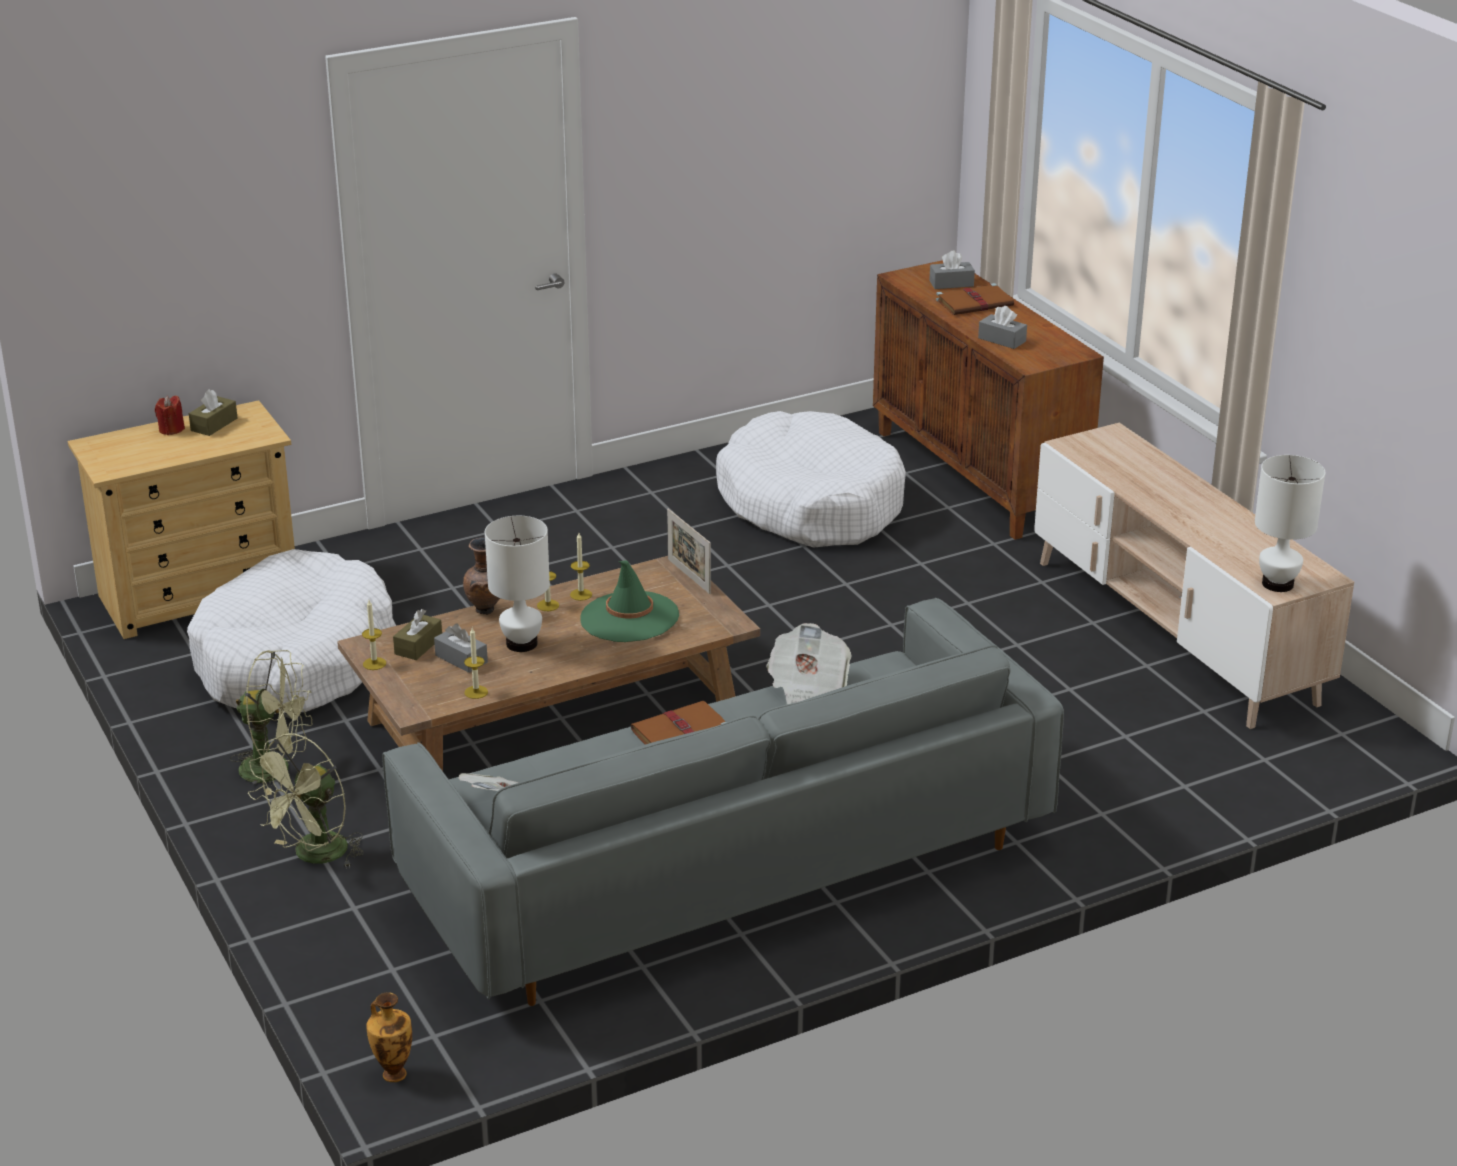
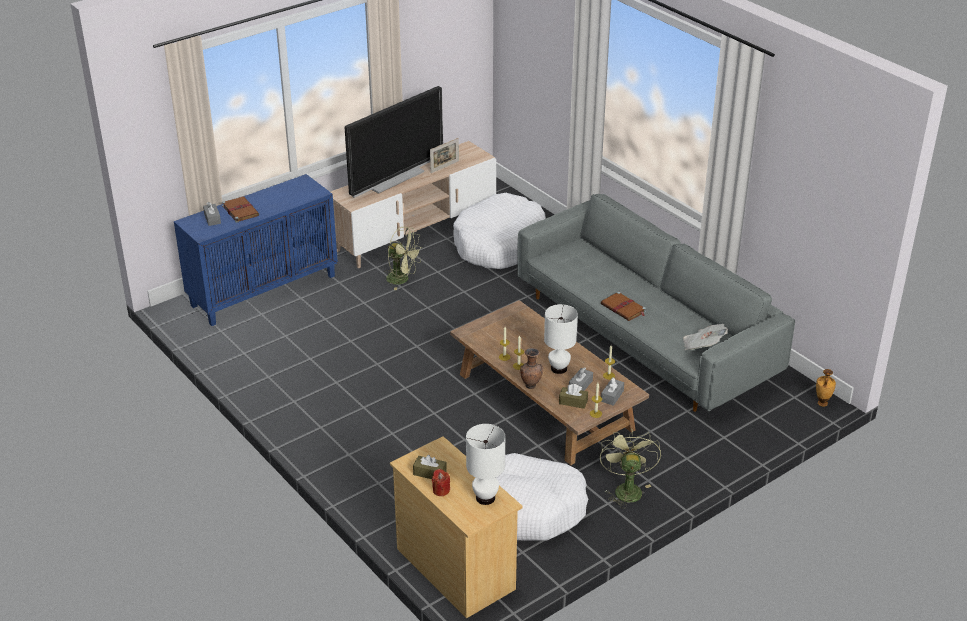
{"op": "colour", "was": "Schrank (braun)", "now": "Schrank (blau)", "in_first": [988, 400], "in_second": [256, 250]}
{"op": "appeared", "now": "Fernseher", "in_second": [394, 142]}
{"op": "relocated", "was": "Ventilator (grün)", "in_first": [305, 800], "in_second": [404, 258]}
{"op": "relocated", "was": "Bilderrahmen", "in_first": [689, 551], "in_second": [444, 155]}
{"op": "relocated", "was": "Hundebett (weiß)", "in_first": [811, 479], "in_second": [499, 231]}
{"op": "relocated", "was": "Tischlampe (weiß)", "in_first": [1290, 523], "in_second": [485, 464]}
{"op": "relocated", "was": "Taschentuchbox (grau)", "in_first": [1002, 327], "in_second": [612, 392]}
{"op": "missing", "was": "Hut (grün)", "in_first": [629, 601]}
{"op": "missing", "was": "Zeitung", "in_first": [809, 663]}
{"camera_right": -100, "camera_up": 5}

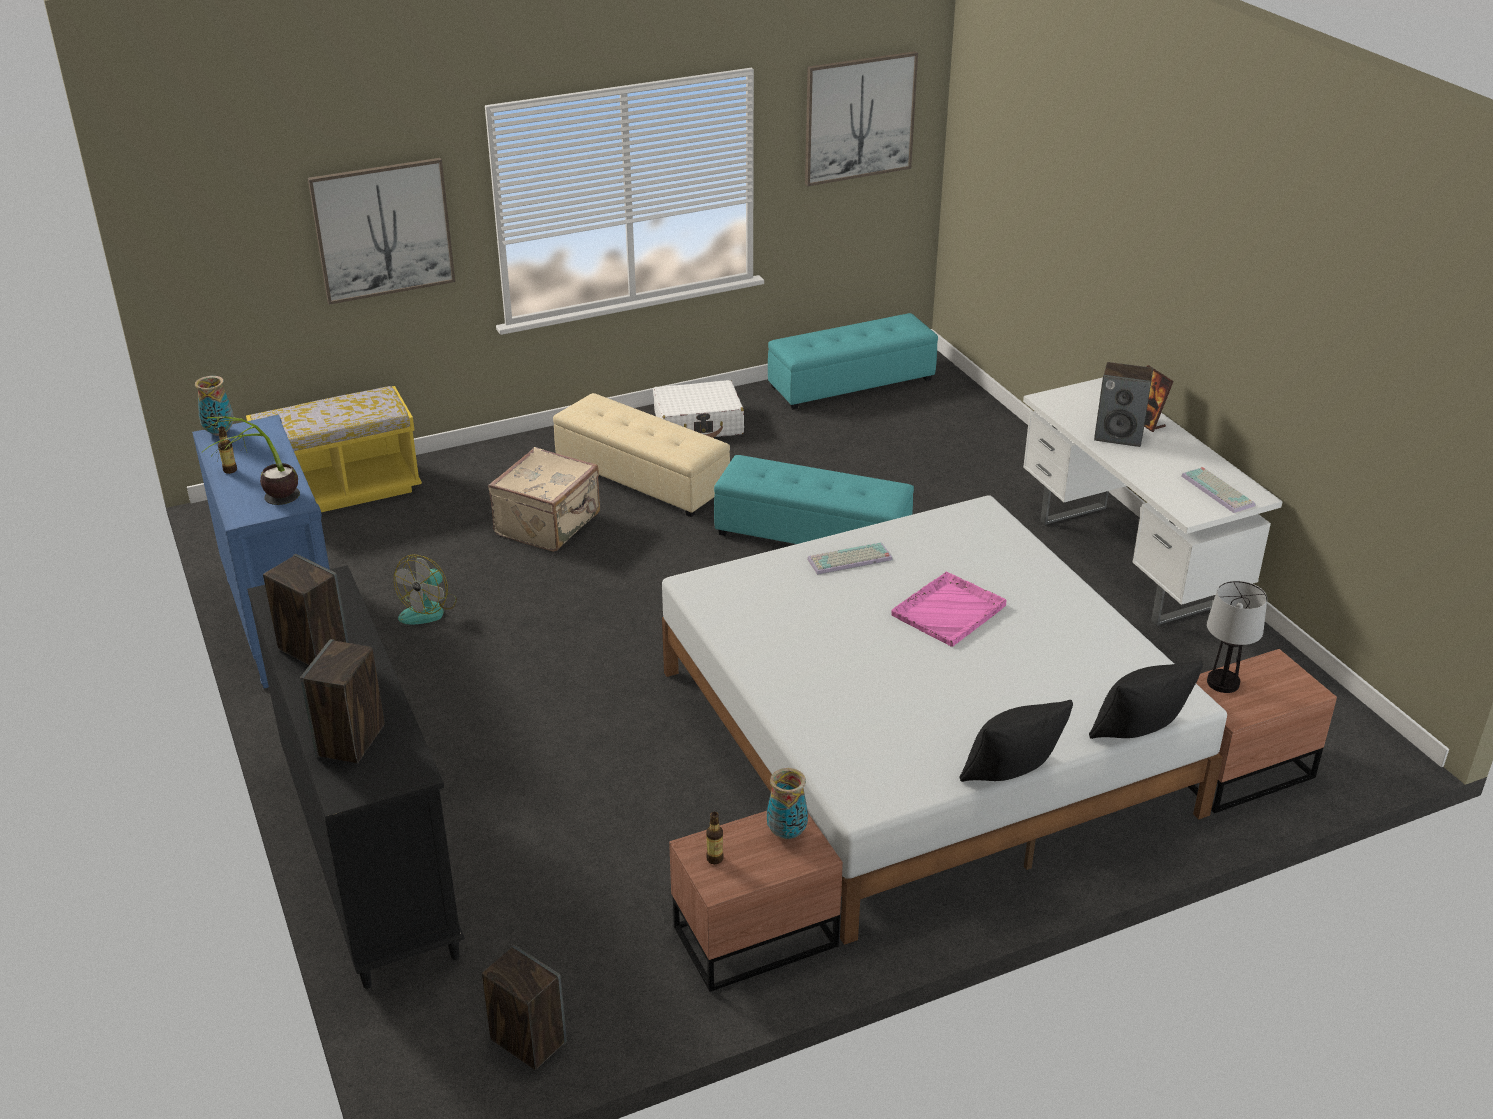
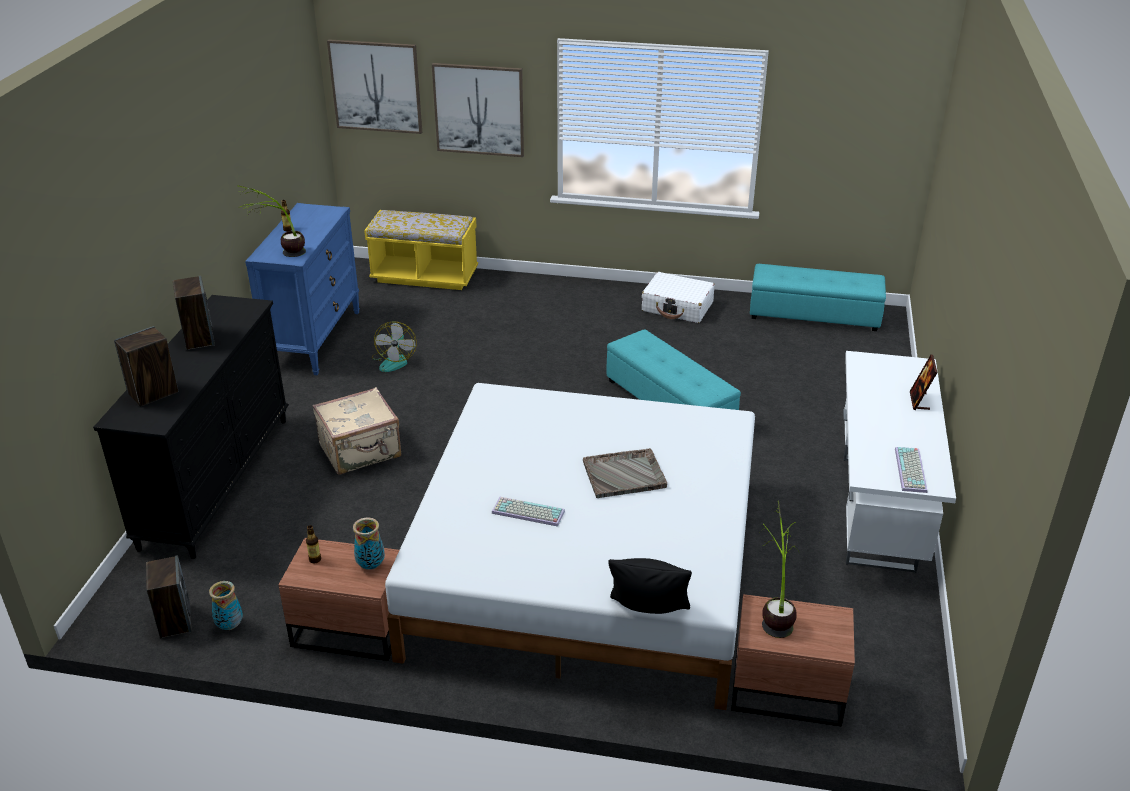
{"op": "relocated", "was": "Vase", "in_first": [214, 406], "in_second": [226, 605]}
{"op": "relocated", "was": "Koffer (beige)", "in_first": [544, 499], "in_second": [356, 431]}
{"op": "relocated", "was": "Bild", "in_first": [861, 118], "in_second": [374, 86]}
{"op": "spun", "was": "Ventilator", "in_first": [425, 589], "in_second": [394, 346], "clockwise": -60}
{"op": "relocated", "was": "Tastatur", "in_first": [850, 558], "in_second": [528, 512]}
{"op": "colour", "was": "Tablett (rosa)", "now": "Tablett (grau)", "in_first": [949, 609], "in_second": [625, 473]}
{"op": "exchanged", "was": "Tischlampe", "now": "Topfpflanze", "in_first": [1237, 637], "in_second": [780, 569]}
{"op": "missing", "was": "Polsterhocker (beige)", "in_first": [641, 455]}
{"op": "missing", "was": "Kissen (schwarz)", "in_first": [1016, 741]}
{"op": "missing", "was": "Lautsprecher", "in_first": [1123, 404]}
{"camera_right": 35, "camera_up": 0}

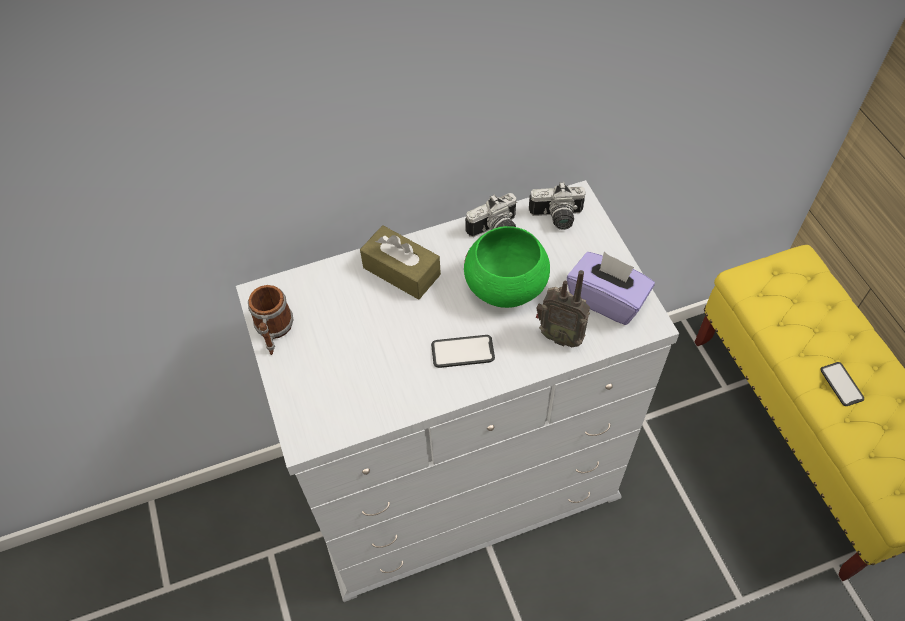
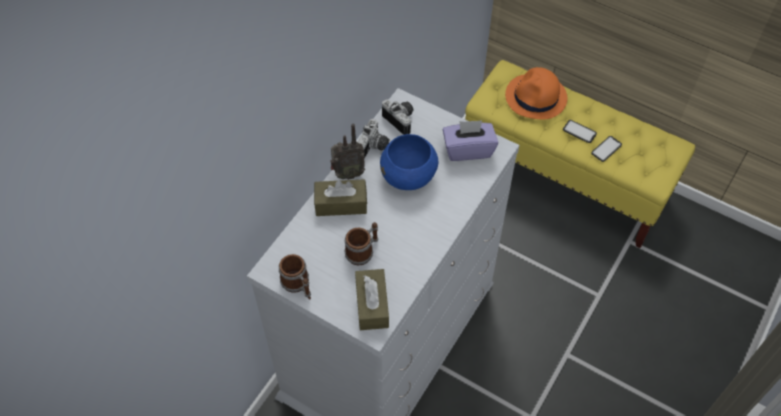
{"op": "relocated", "was": "Radio", "in_first": [563, 308], "in_second": [347, 152]}
{"op": "appeared", "now": "Henkelbecher", "in_second": [361, 244]}
{"op": "appeared", "now": "Taschentuchbox (braun)", "in_second": [372, 299]}
{"op": "colour", "was": "Schüssel (grün)", "now": "Schüssel (blau)", "in_first": [507, 267], "in_second": [409, 162]}
{"op": "spun", "was": "Kamera", "in_first": [557, 206], "in_second": [398, 117], "clockwise": -90}
{"op": "appeared", "now": "Hut (orange)", "in_second": [536, 93]}
{"op": "relocated", "was": "Handy", "in_first": [463, 351], "in_second": [606, 149]}
{"camera_right": -40, "camera_up": 0}

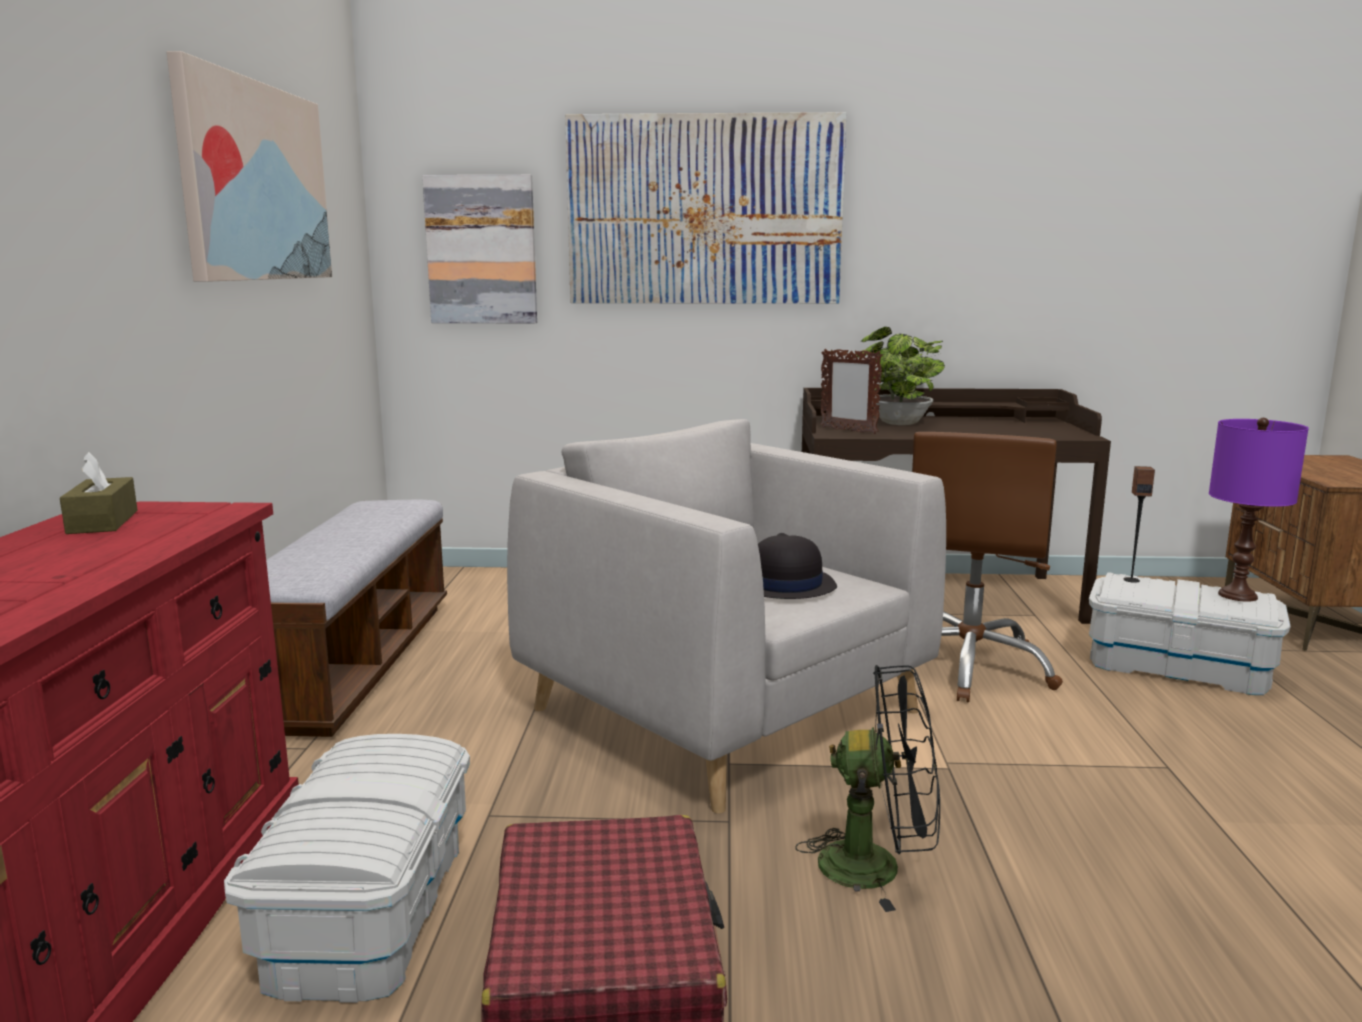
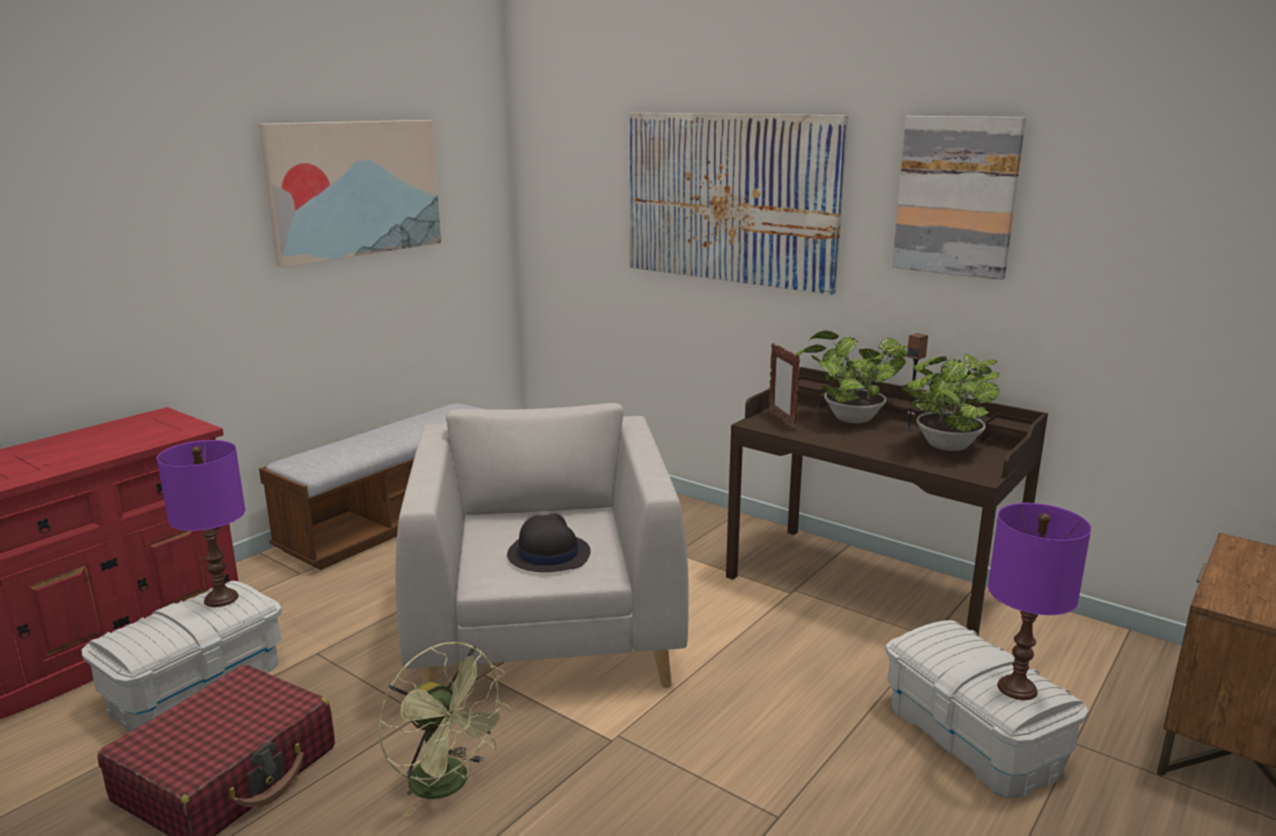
{"op": "appeared", "now": "Tischlampe (lila)", "in_second": [201, 523]}
{"op": "colour", "was": "Ventilator (schwarz)", "now": "Ventilator (grün)", "in_first": [867, 788], "in_second": [445, 729]}
{"op": "relocated", "was": "Bild", "in_first": [479, 249], "in_second": [959, 198]}
{"op": "appeared", "now": "Topfpflanze", "in_second": [950, 402]}
{"op": "relocated", "was": "Lautsprecher", "in_first": [1139, 524], "in_second": [915, 382]}
{"op": "missing", "was": "Taschentuchbox (braun)", "in_first": [99, 493]}
{"op": "missing", "was": "Bürostuhl (braun)", "in_first": [987, 567]}
{"camera_right": 35, "camera_up": 5}

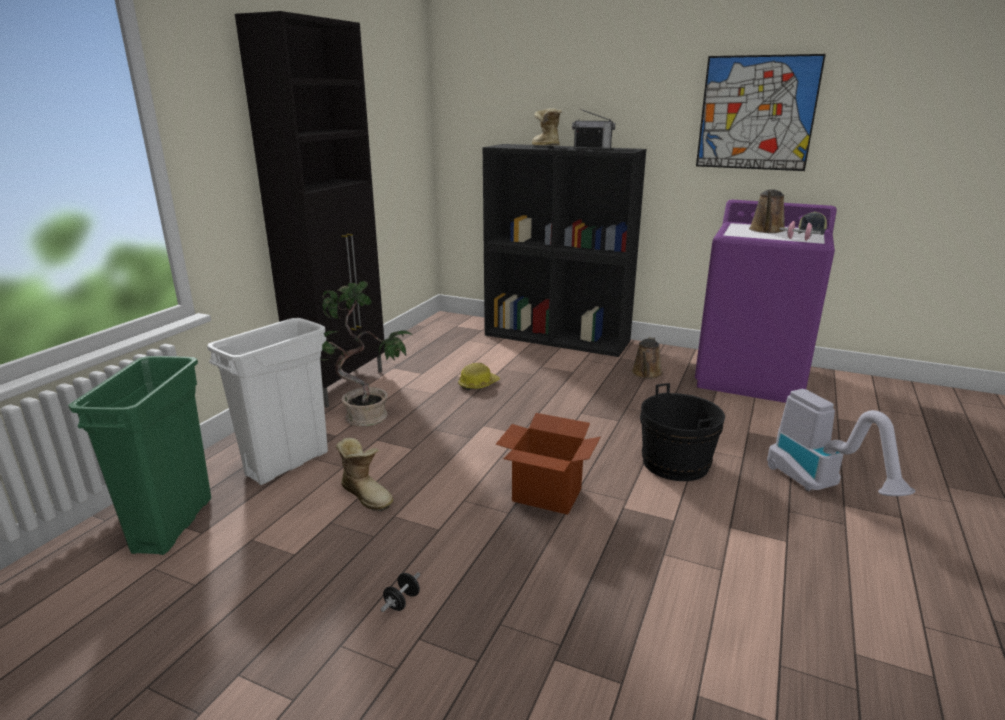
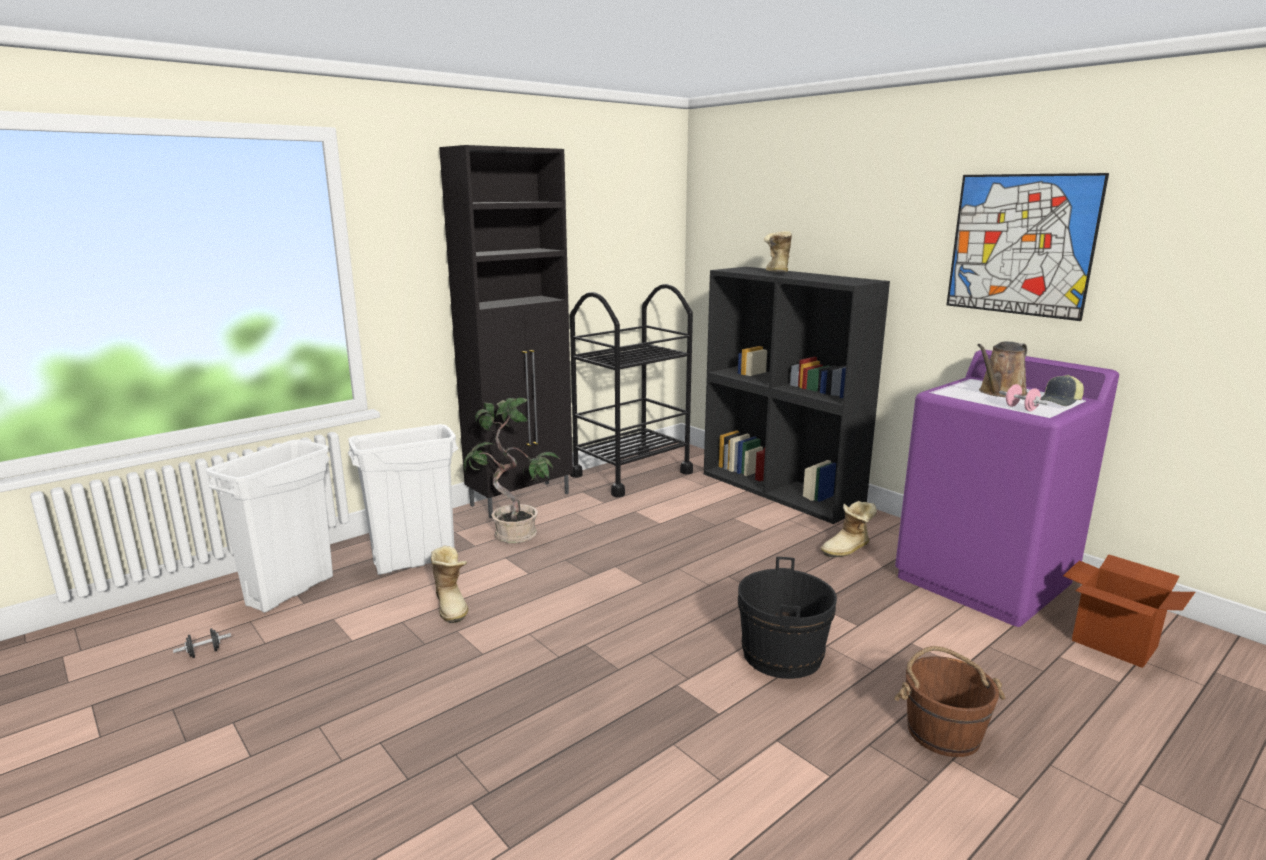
{"op": "relocated", "was": "Hantel (schwarz)", "in_first": [400, 592], "in_second": [202, 643]}
{"op": "colour", "was": "Mülleimer (grün)", "now": "Mülleimer (weiß)", "in_first": [139, 455], "in_second": [269, 526]}
{"op": "appeared", "now": "Rollwagen (schwarz)", "in_second": [631, 391]}
{"op": "exchanged", "was": "Gießkanne (braun)", "now": "Stiefel", "in_first": [647, 358], "in_second": [849, 529]}
{"op": "exchanged", "was": "Staubsauger", "now": "Eimer (braun)", "in_first": [841, 442], "in_second": [949, 701]}
{"op": "relocated", "was": "Karton", "in_first": [548, 464], "in_second": [1129, 611]}
{"op": "missing", "was": "Schutzhelm", "in_first": [479, 376]}
{"op": "missing", "was": "Radio", "in_first": [593, 129]}
{"camera_right": 25, "camera_up": -5}

